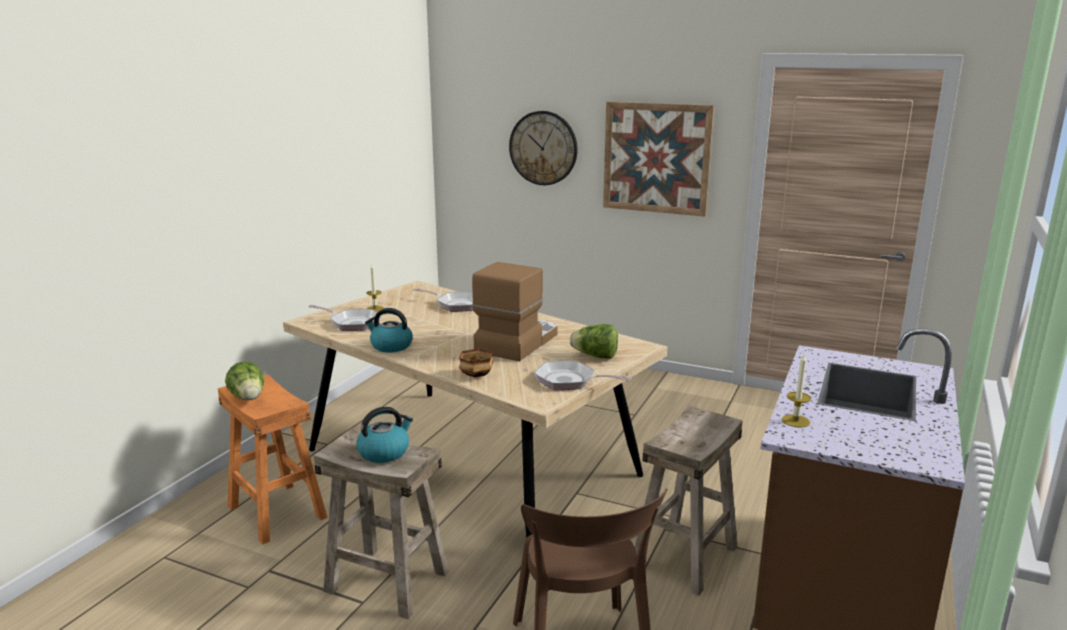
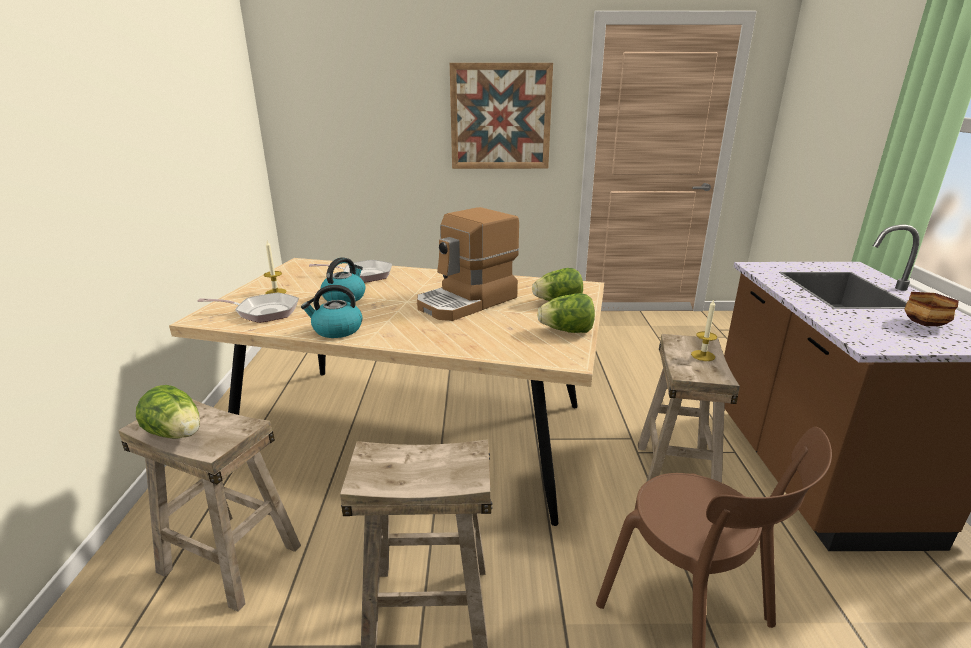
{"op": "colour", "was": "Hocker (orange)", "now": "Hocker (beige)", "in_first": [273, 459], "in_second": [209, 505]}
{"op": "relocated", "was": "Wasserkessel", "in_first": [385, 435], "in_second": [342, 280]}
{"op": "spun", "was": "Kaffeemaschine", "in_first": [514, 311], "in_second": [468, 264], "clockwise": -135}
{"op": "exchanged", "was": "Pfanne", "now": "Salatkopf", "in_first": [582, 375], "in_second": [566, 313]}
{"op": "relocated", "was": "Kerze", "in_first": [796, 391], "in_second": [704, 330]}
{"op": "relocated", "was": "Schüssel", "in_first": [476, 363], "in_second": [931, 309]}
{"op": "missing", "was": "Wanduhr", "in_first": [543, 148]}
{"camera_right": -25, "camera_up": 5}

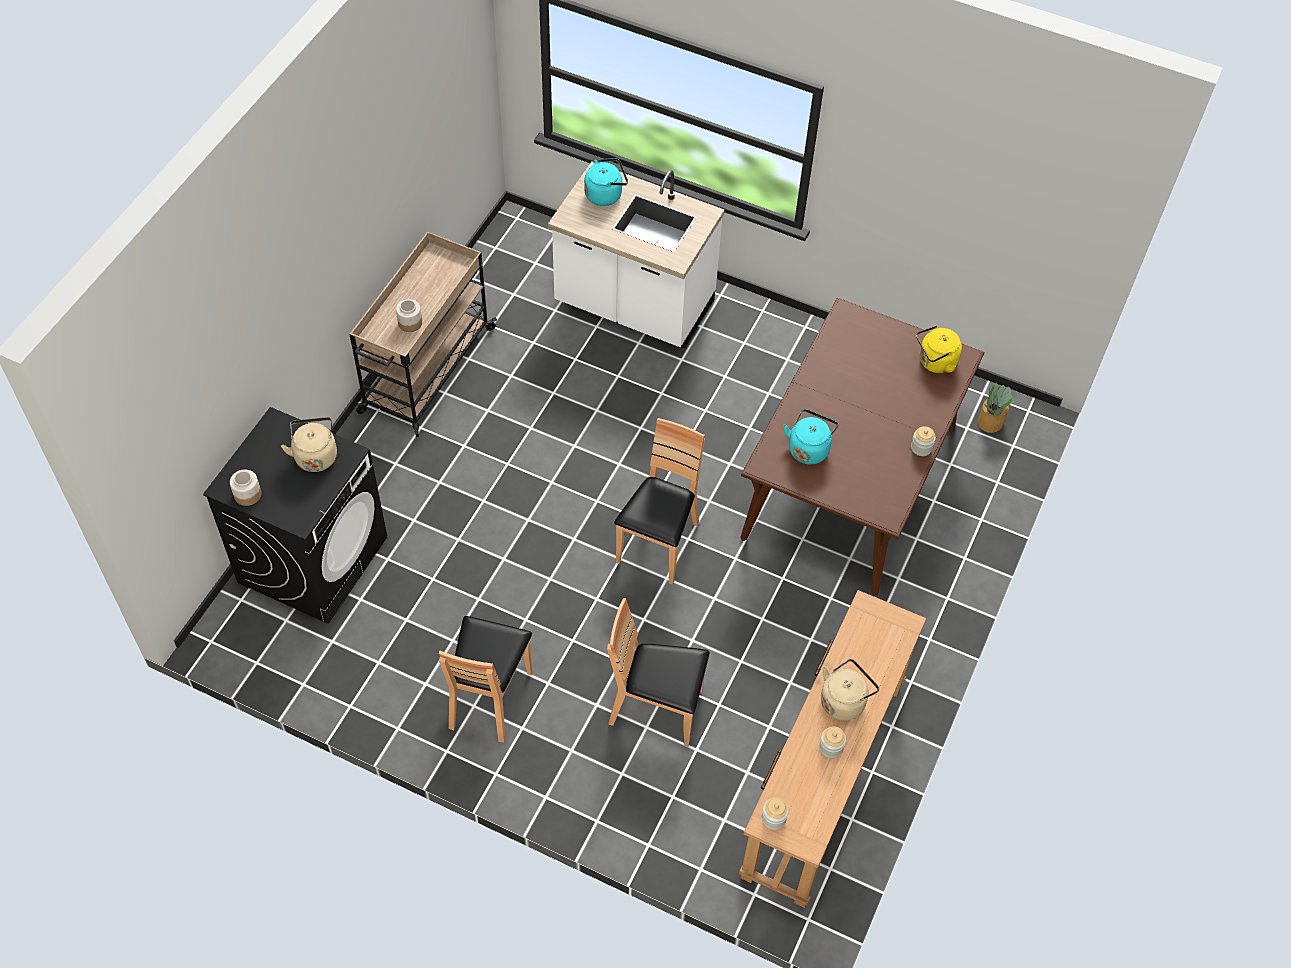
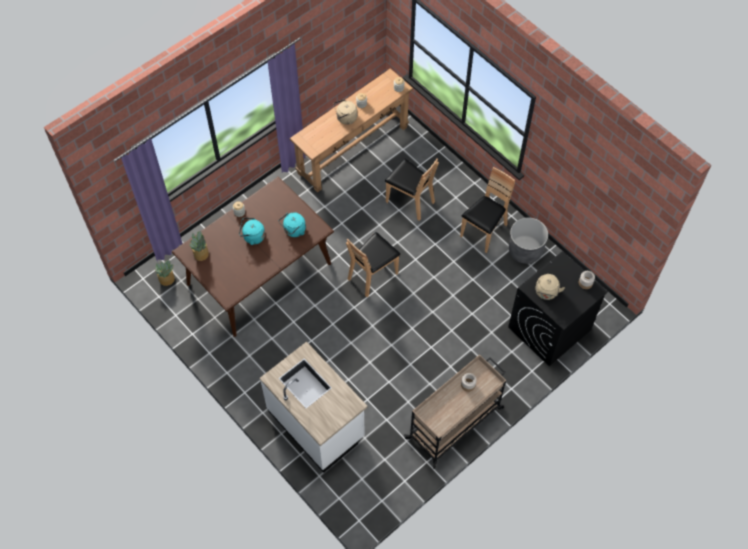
{"op": "exchanged", "was": "Wasserkessel (gelb)", "now": "Topfpflanze", "in_first": [939, 349], "in_second": [199, 246]}
{"op": "relocated", "was": "Wasserkessel (türkis)", "in_first": [606, 182], "in_second": [252, 231]}
{"op": "appeared", "now": "Pflanzkübel (grau)", "in_second": [528, 241]}
{"camera_right": -155, "camera_up": 5}

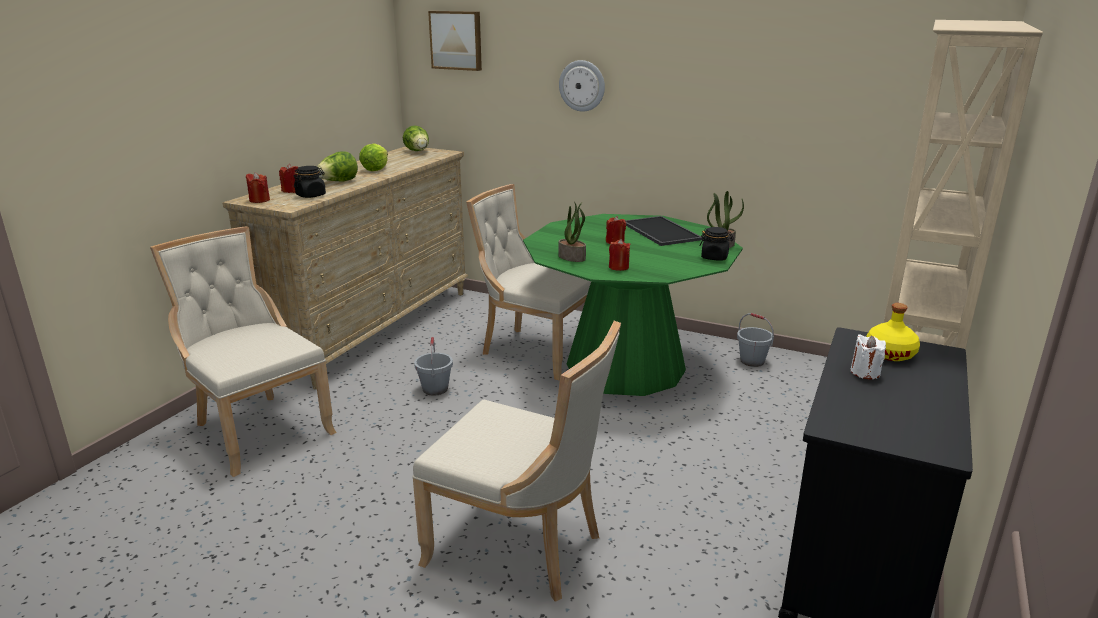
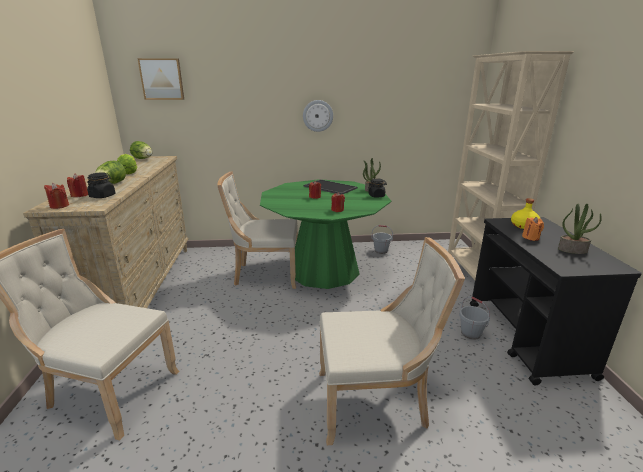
{"op": "relocated", "was": "Wanduhr", "in_first": [582, 86], "in_second": [318, 116]}
{"op": "relocated", "was": "Eimer (grau)", "in_first": [433, 366], "in_second": [474, 318]}
{"op": "colour", "was": "Kerze (weiß)", "now": "Kerze (orange)", "in_first": [868, 356], "in_second": [533, 229]}
{"op": "relocated", "was": "Topfpflanze", "in_first": [572, 231], "in_second": [580, 228]}
{"camera_right": -30, "camera_up": 0}

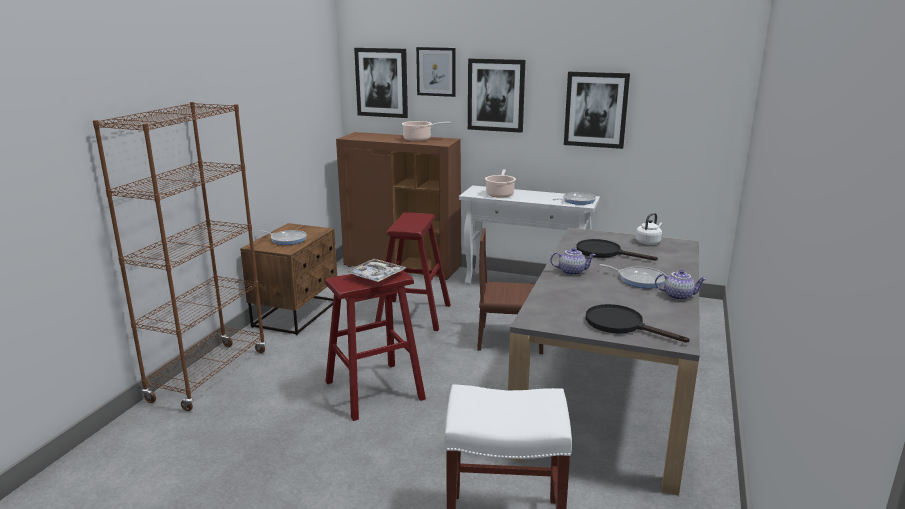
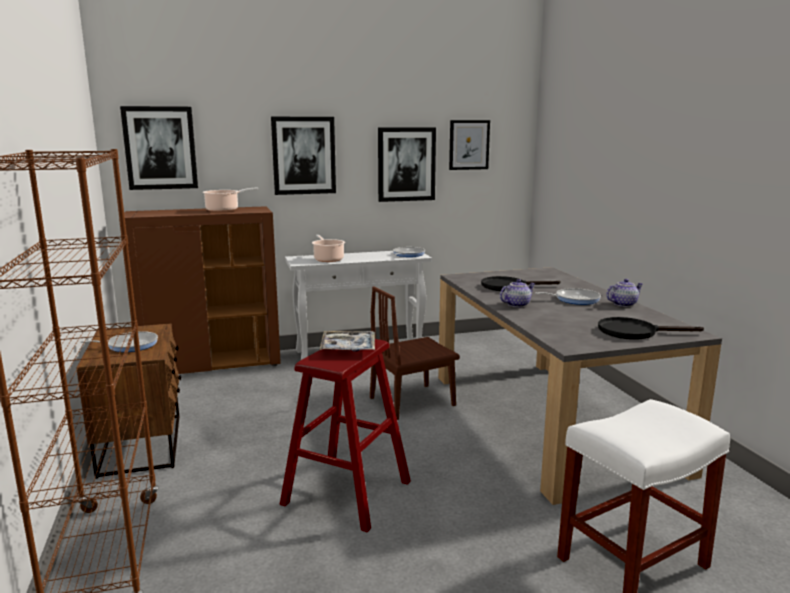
{"op": "relocated", "was": "Bild", "in_first": [436, 72], "in_second": [469, 145]}
{"op": "missing", "was": "Hocker (rot)", "in_first": [413, 271]}
{"op": "missing", "was": "Wasserkessel (weiß)", "in_first": [648, 229]}
{"camera_right": -35, "camera_up": -5}

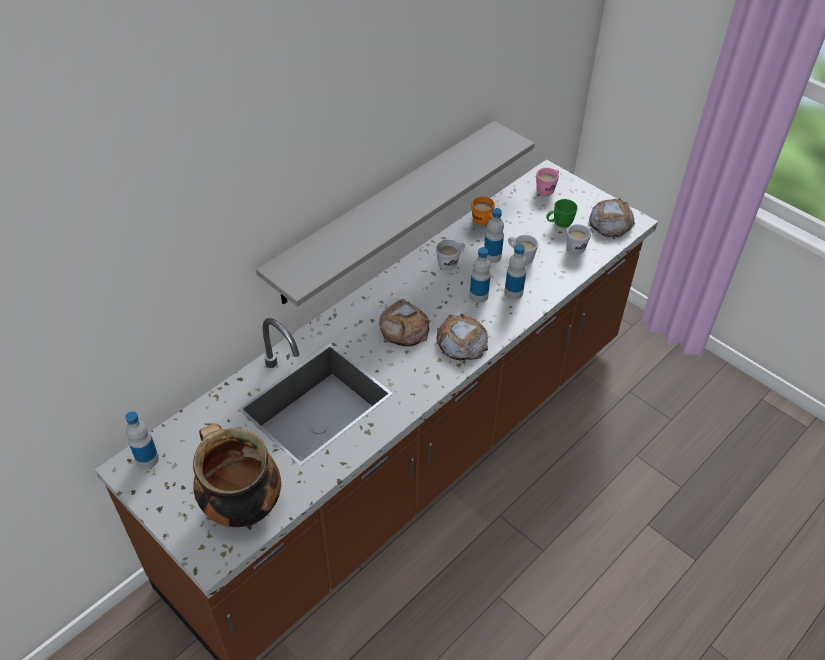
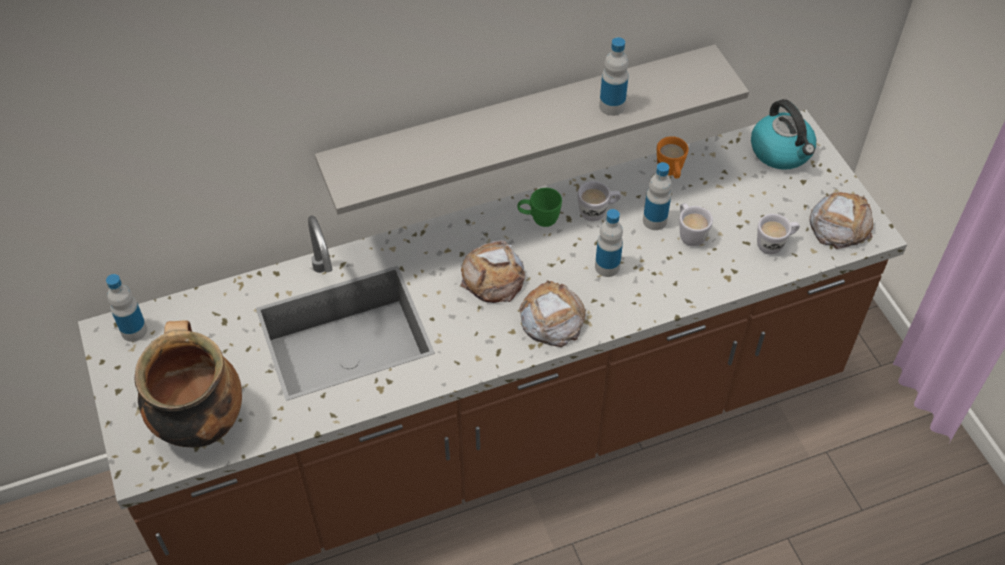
{"op": "relocated", "was": "Henkelbecher (grün)", "in_first": [562, 213], "in_second": [539, 207]}
{"op": "relocated", "was": "Flasche", "in_first": [515, 271], "in_second": [614, 76]}
{"op": "exchanged", "was": "Henkelbecher (rosa)", "now": "Wasserkessel", "in_first": [547, 182], "in_second": [783, 134]}
{"camera_right": 25, "camera_up": 5}

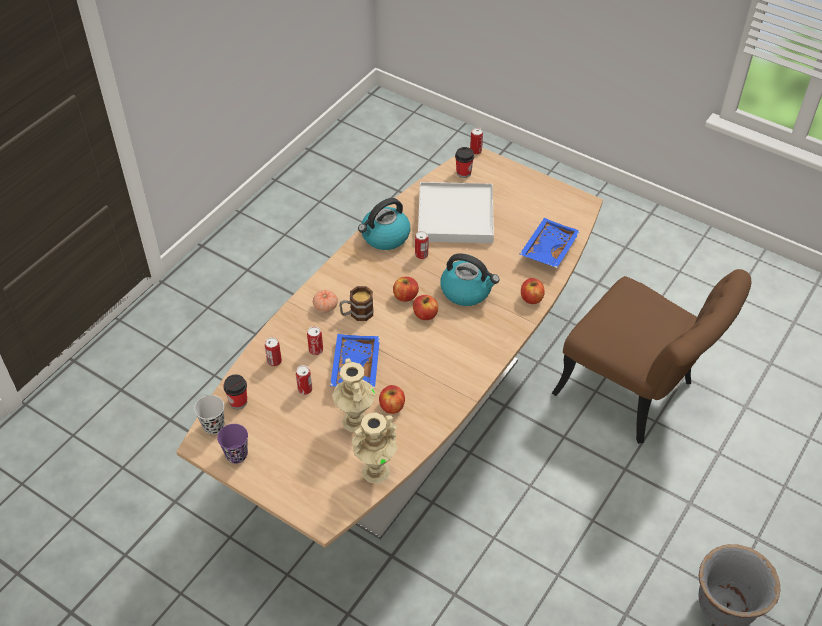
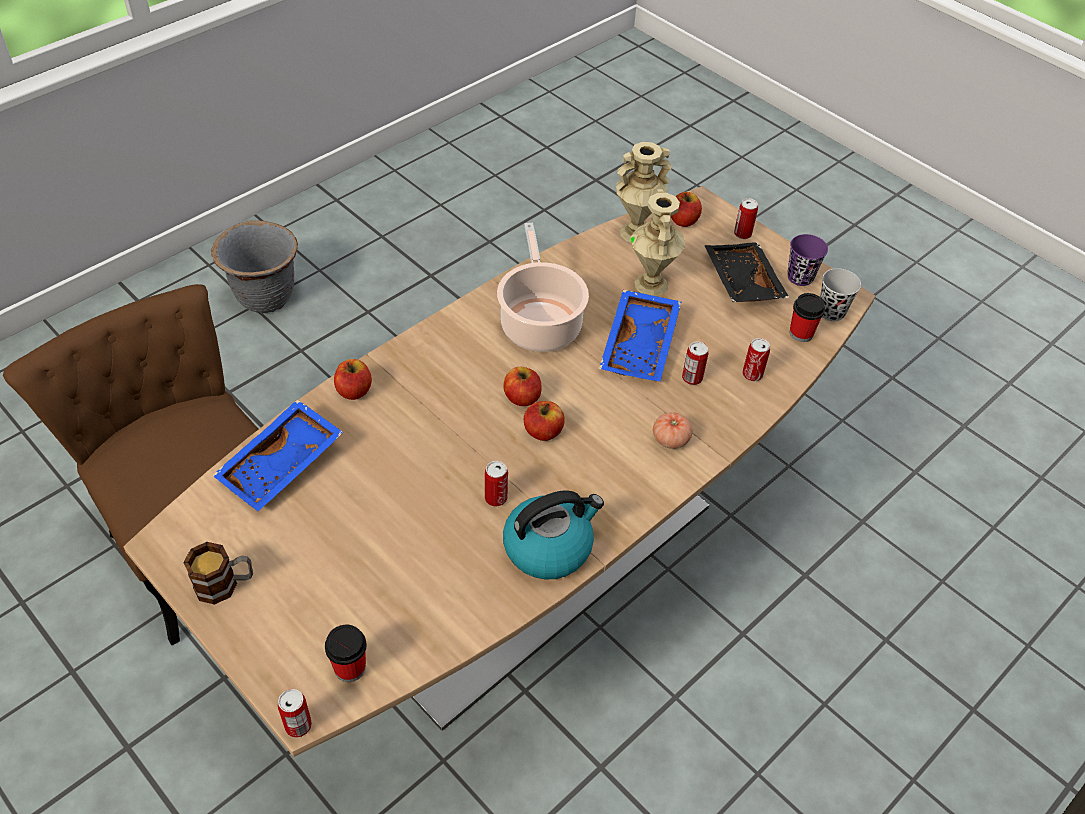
{"op": "relocated", "was": "Henkelbecher", "in_first": [356, 303], "in_second": [218, 573]}
{"op": "appeared", "now": "Kochtopf", "in_second": [543, 287]}
{"op": "relocated", "was": "Apfel", "in_first": [392, 399], "in_second": [686, 209]}
{"op": "appeared", "now": "Tablett (schwarz)", "in_second": [747, 272]}
{"op": "relocated", "was": "Dose", "in_first": [304, 380], "in_second": [746, 218]}
{"op": "missing", "was": "Tablett (weiß)", "in_first": [456, 212]}
{"op": "missing", "was": "Wasserkessel", "in_first": [470, 279]}
{"camera_right": -170, "camera_up": 0}

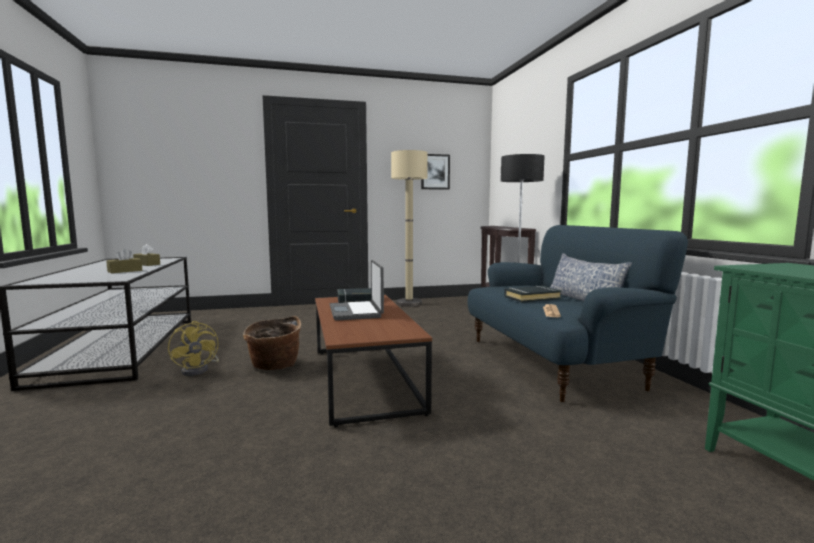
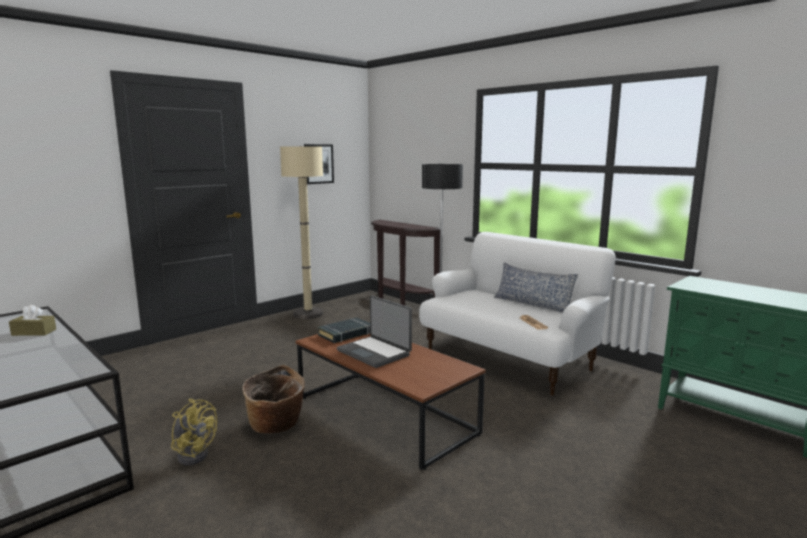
{"op": "colour", "was": "Sofa (blau)", "now": "Sofa (weiß)", "in_first": [577, 314], "in_second": [517, 314]}
{"op": "missing", "was": "Taschentuchbox (braun)", "in_first": [124, 260]}
{"op": "missing", "was": "Buch (schwarz)", "in_first": [533, 294]}
{"camera_right": -30, "camera_up": 5}

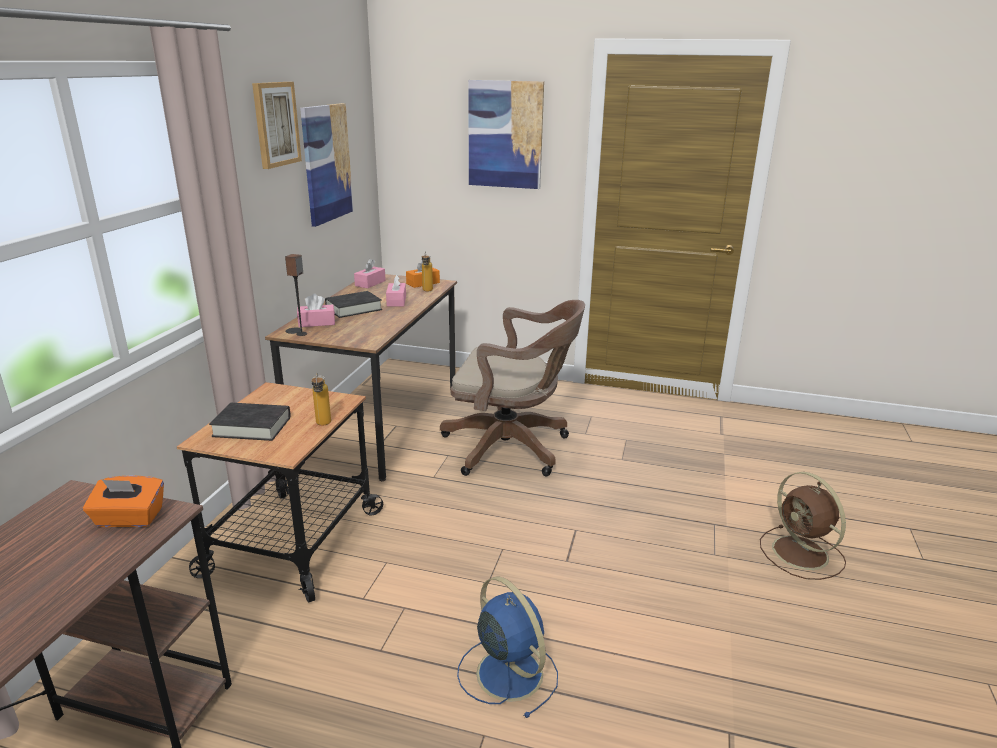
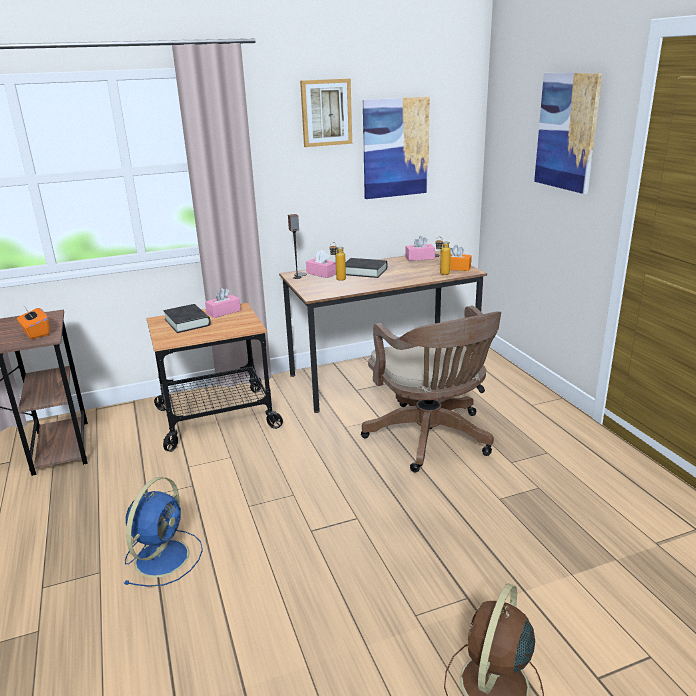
{"op": "relocated", "was": "Taschentuchbox (rosa)", "in_first": [396, 290], "in_second": [223, 303]}
{"op": "relocated", "was": "Flasche", "in_first": [321, 399], "in_second": [337, 261]}
{"camera_right": 55, "camera_up": 0}

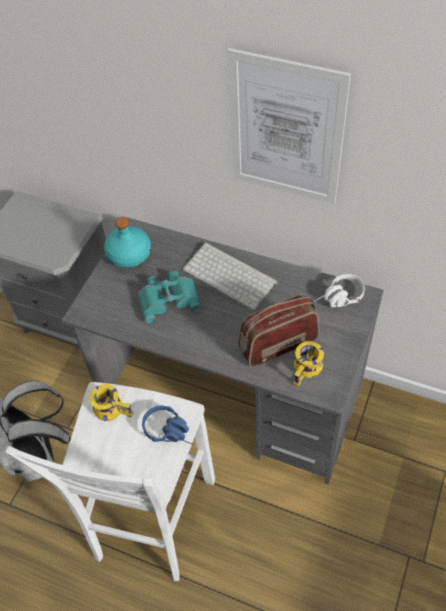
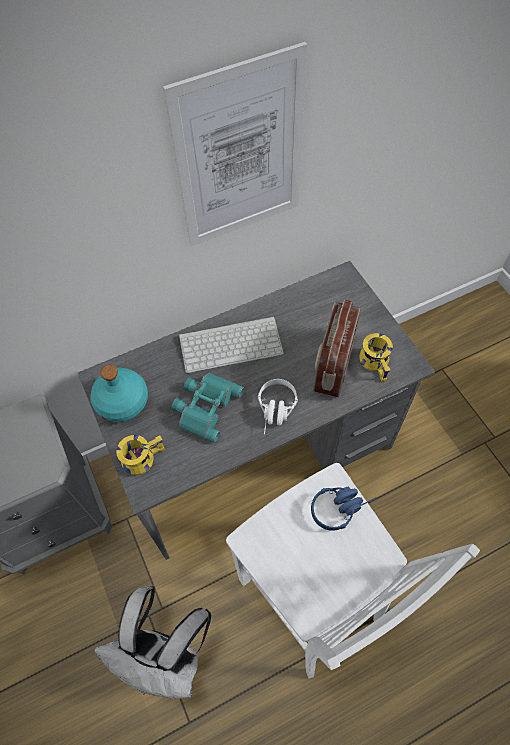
{"op": "relocated", "was": "Henkelbecher (gelb)", "in_first": [111, 402], "in_second": [140, 455]}
{"op": "relocated", "was": "Kopfhörer (weiß)", "in_first": [339, 290], "in_second": [278, 407]}
{"camera_right": -50, "camera_up": 5}

